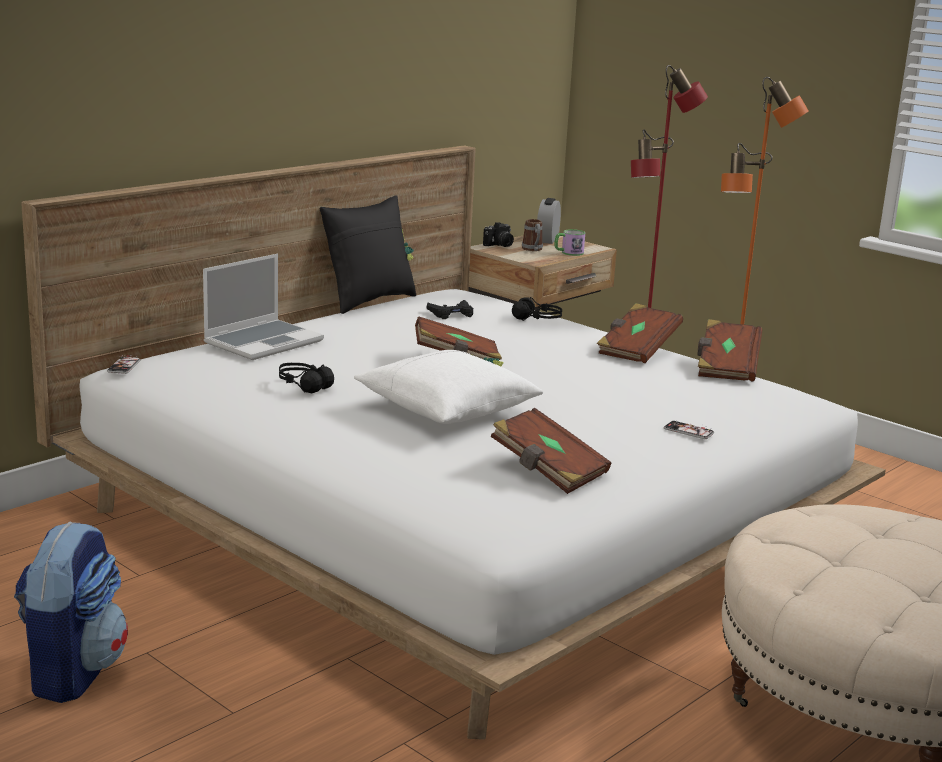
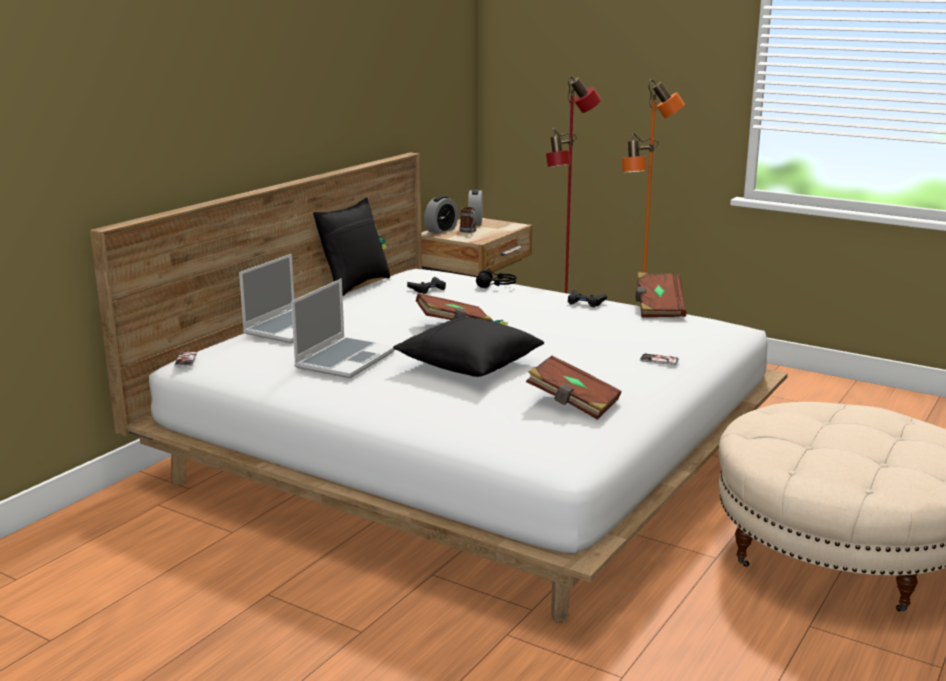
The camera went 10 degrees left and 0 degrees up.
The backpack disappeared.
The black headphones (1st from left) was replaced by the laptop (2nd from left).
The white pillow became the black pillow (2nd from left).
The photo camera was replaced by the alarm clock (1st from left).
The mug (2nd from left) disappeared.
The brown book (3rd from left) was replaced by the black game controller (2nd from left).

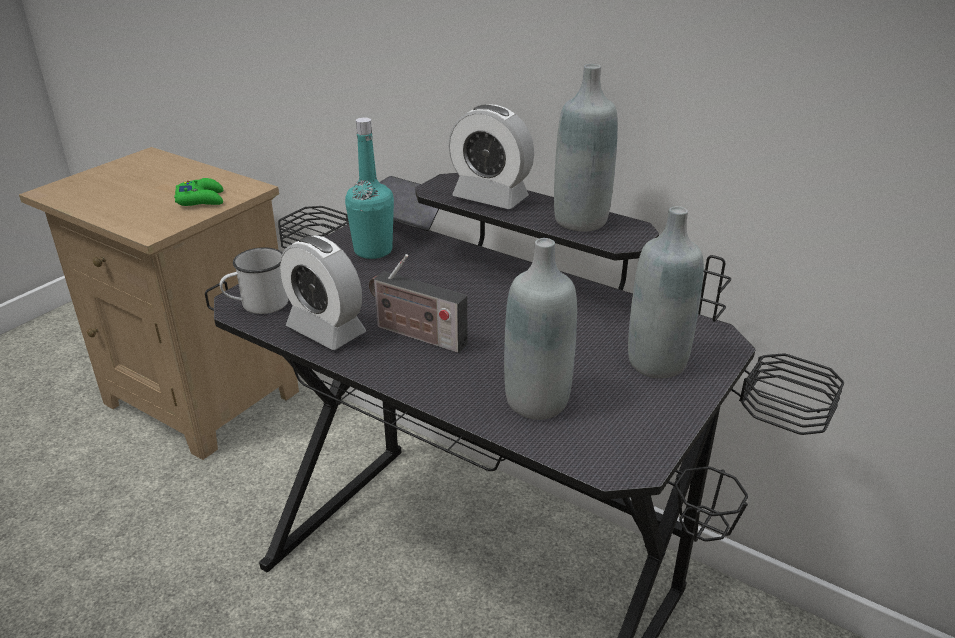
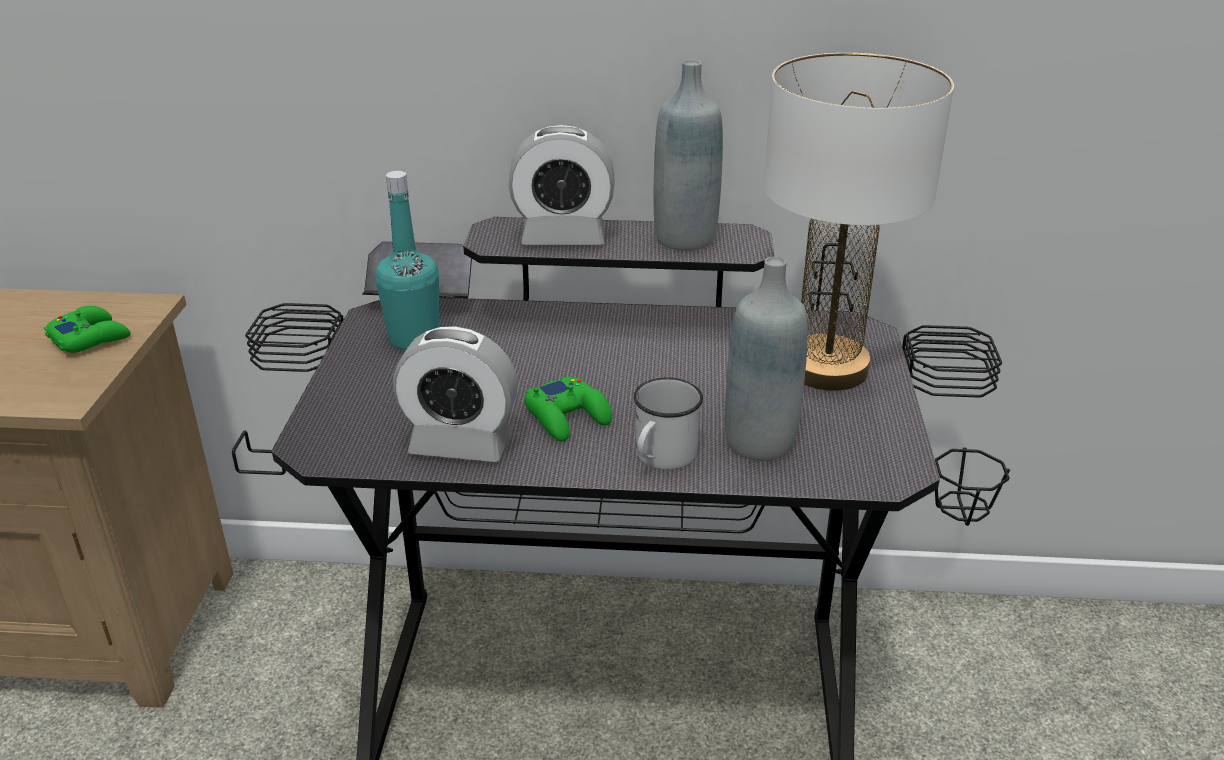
The camera went 30 degrees left and 0 degrees up.
The white mug moved.
The radio was replaced by the green game controller (2nd from left).
The grey bottle (3rd from left) was replaced by the table lamp.

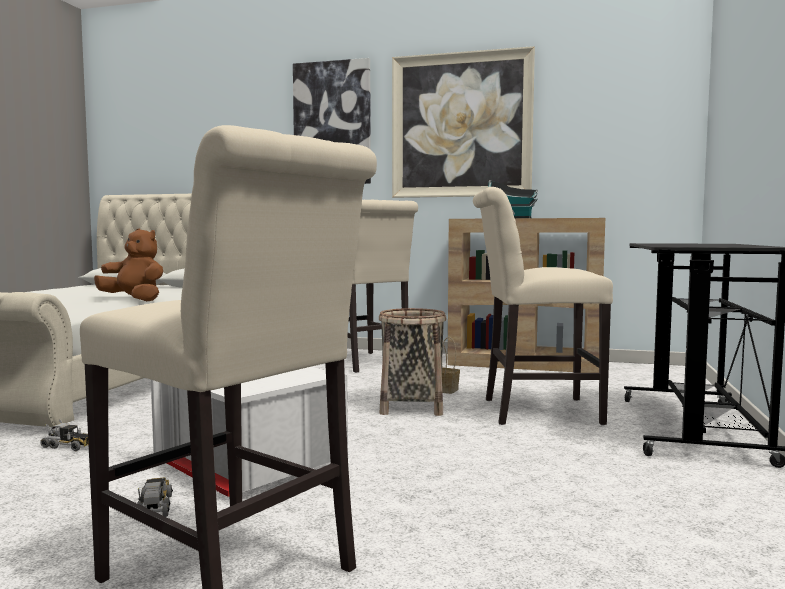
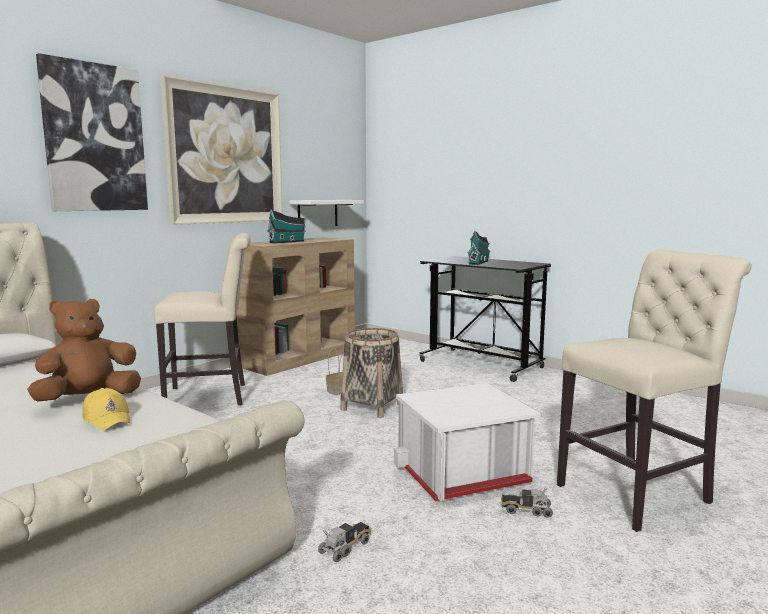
The camera went 65 degrees left and 5 degrees up.
The beige stool (3rd from left) disappeared.
The yellow cap appeared.
The white shelf appeared.
The toy house (2nd from left) appeared.

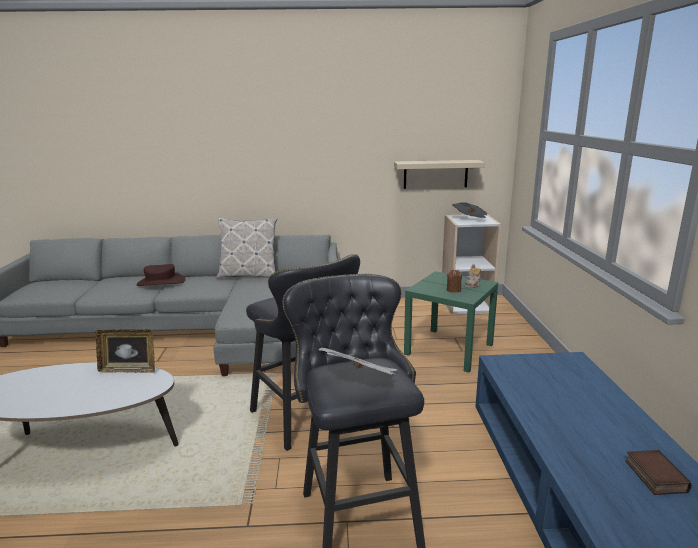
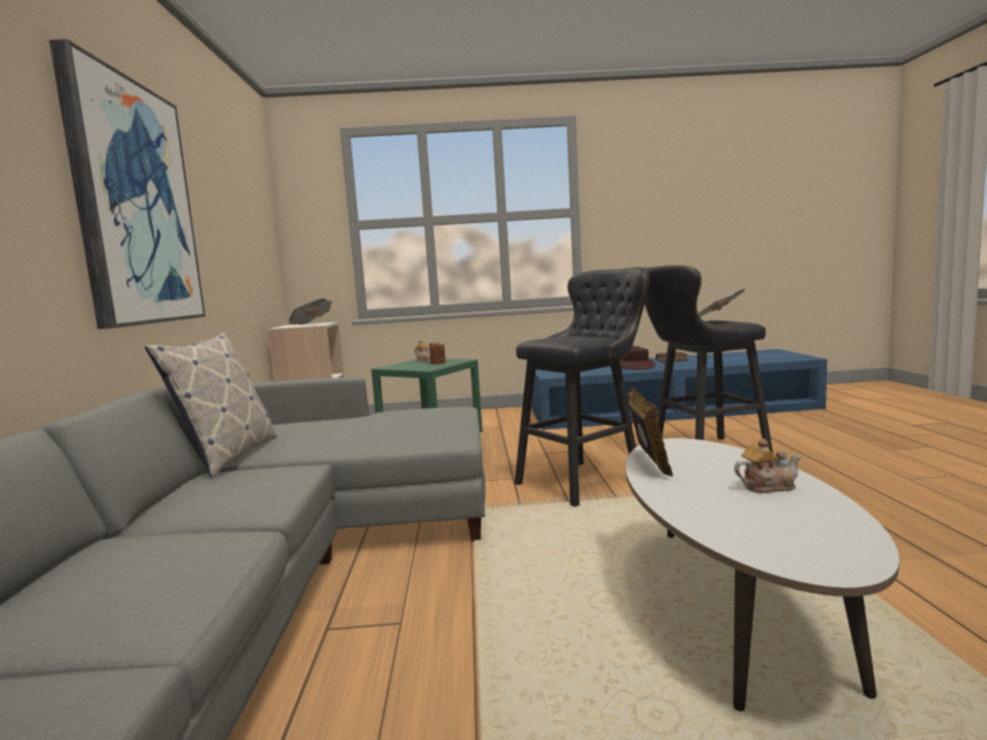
The camera went 90 degrees left and 10 degrees down.
The brown hat moved.
The beige shelf disappeared.
The picture appeared.
The teapot (2nd from left) appeared.

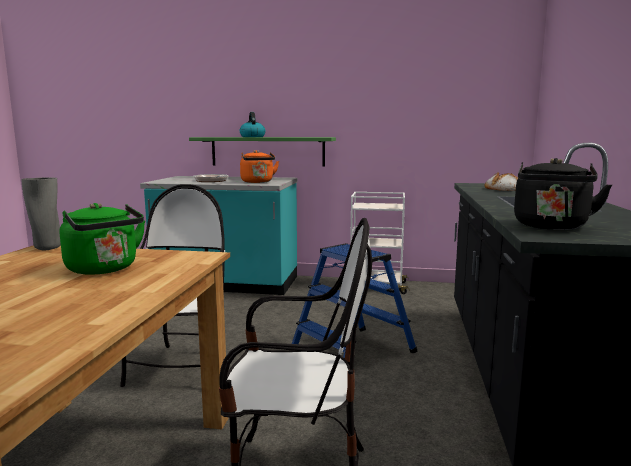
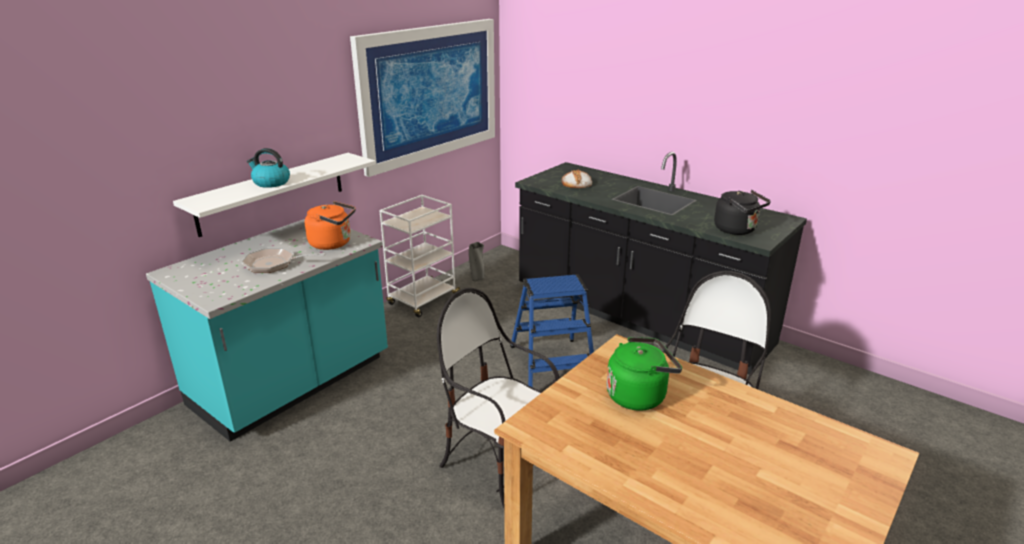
The camera went 60 degrees left and 15 degrees up.
The grey vase moved.
The green shelf became the white shelf.
The picture appeared.

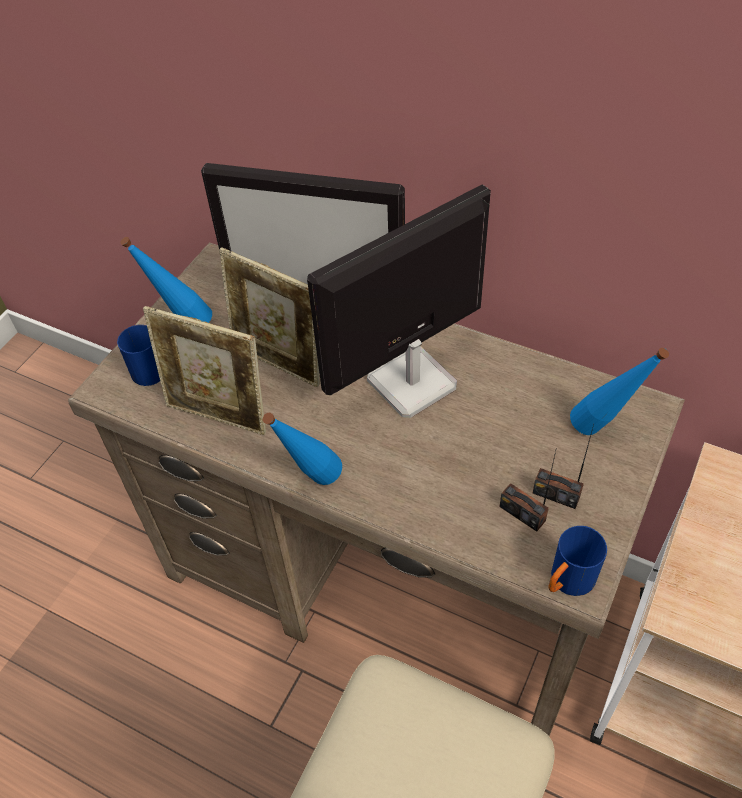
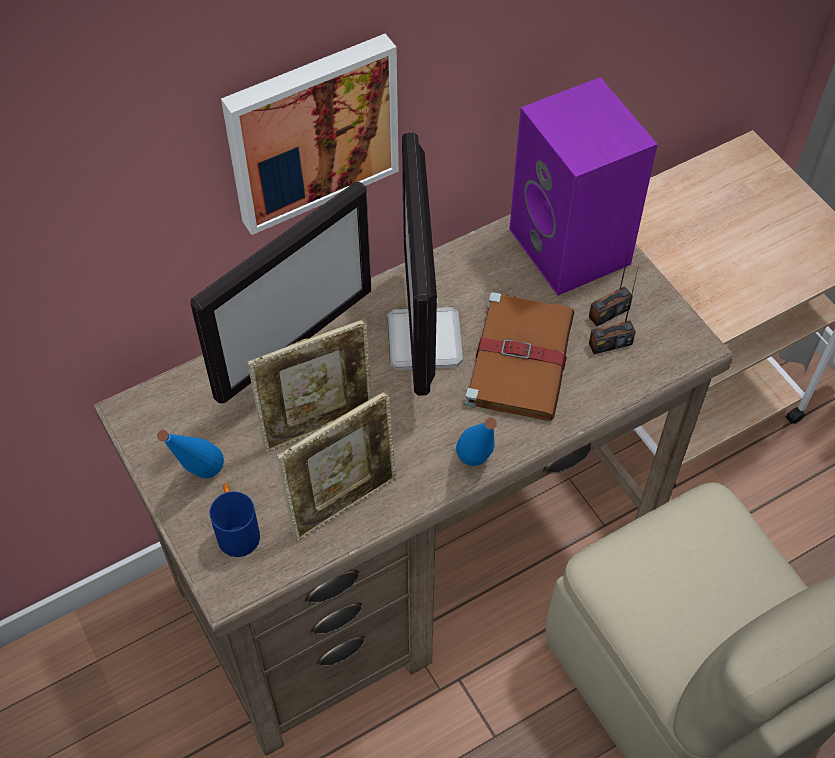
The camera went 60 degrees left and 5 degrees up.
The blue mug (2nd from left) disappeared.
The blue bottle (3rd from left) was replaced by the purple speaker.
The picture appeared.
The brown book appeared.

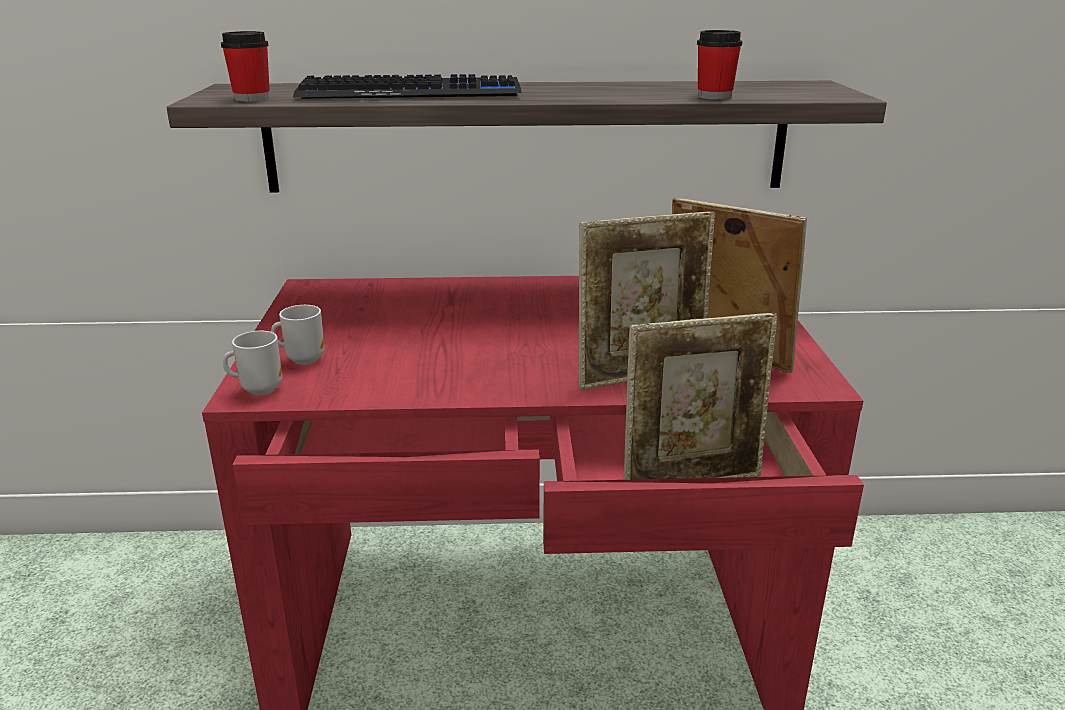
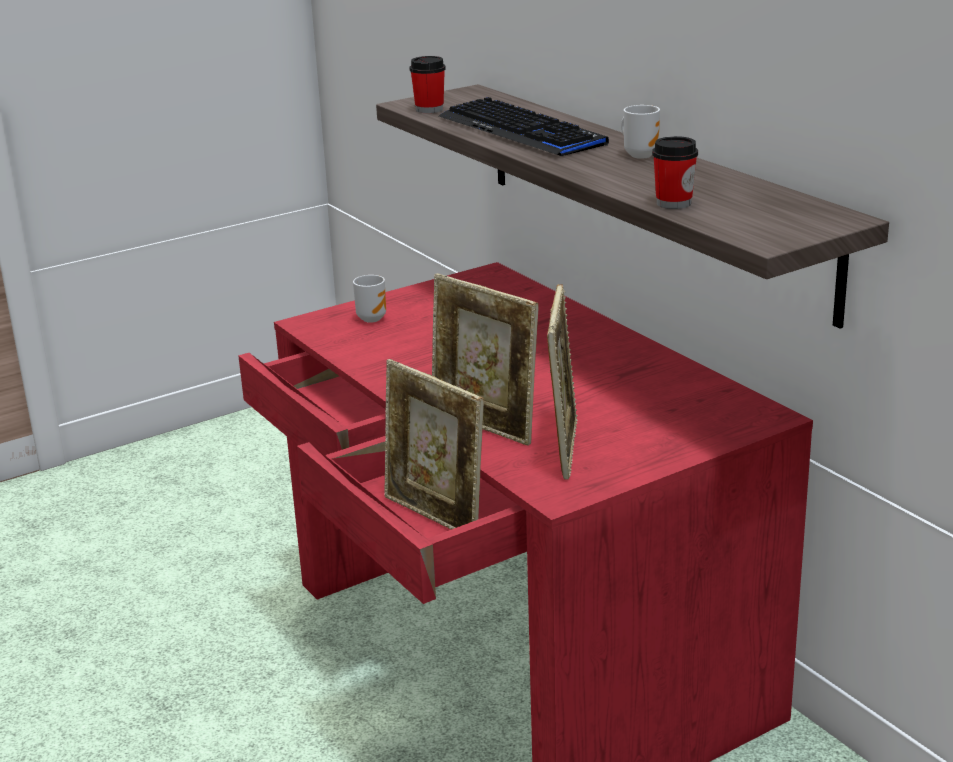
The camera went 60 degrees right and 0 degrees up.
The mug (1st from left in the first image) moved.

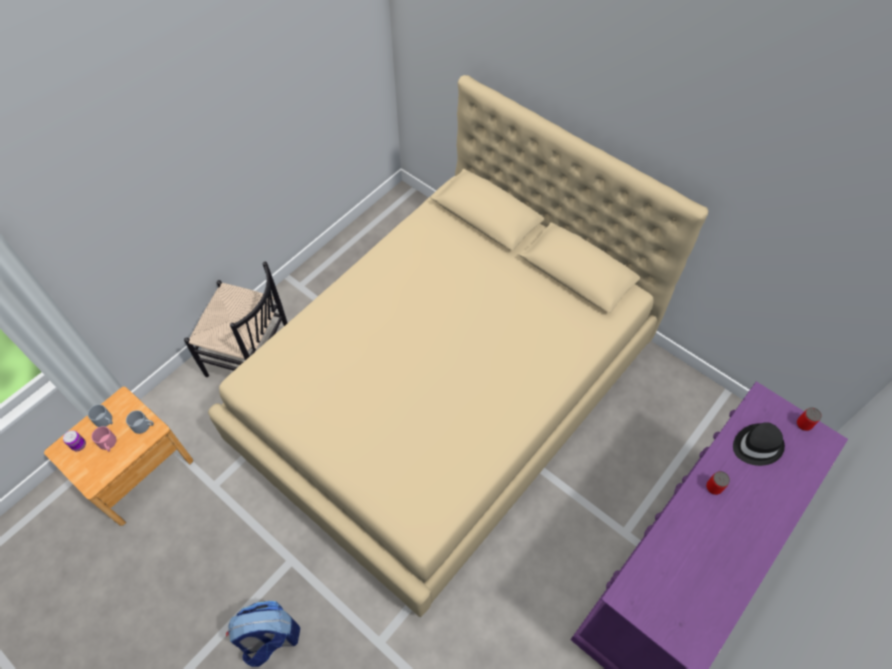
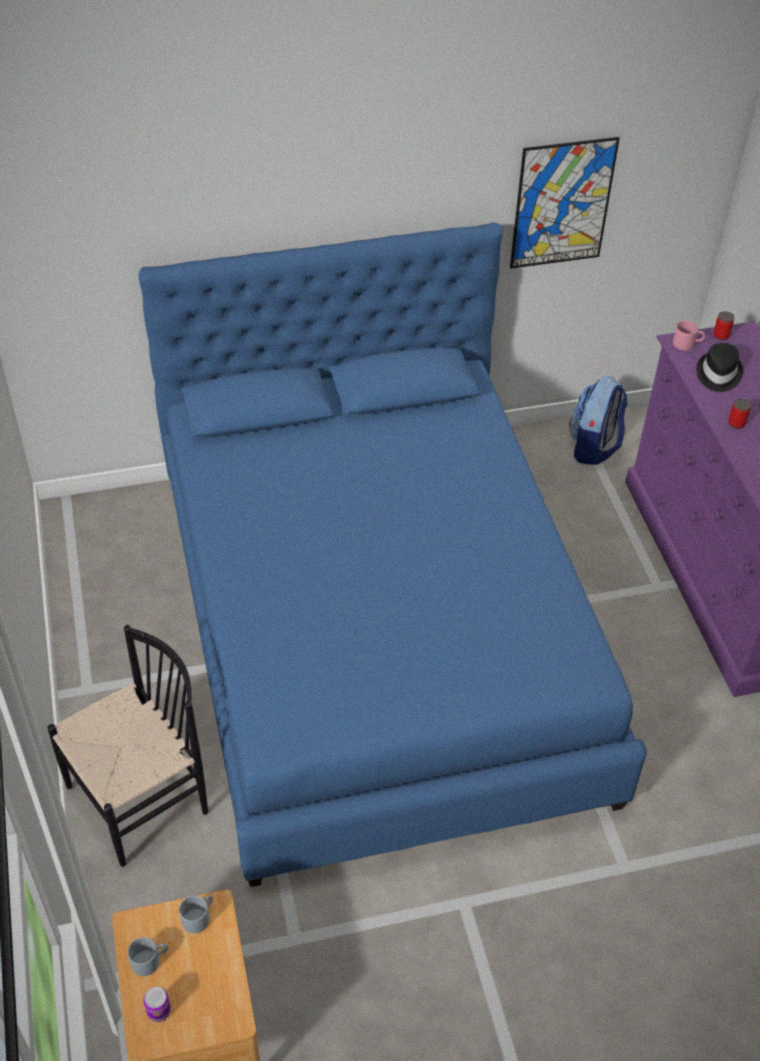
The camera went 55 degrees left and 10 degrees down.
The pink mug moved.
The beige bed became the blue bed.
The backpack moved.
The picture appeared.

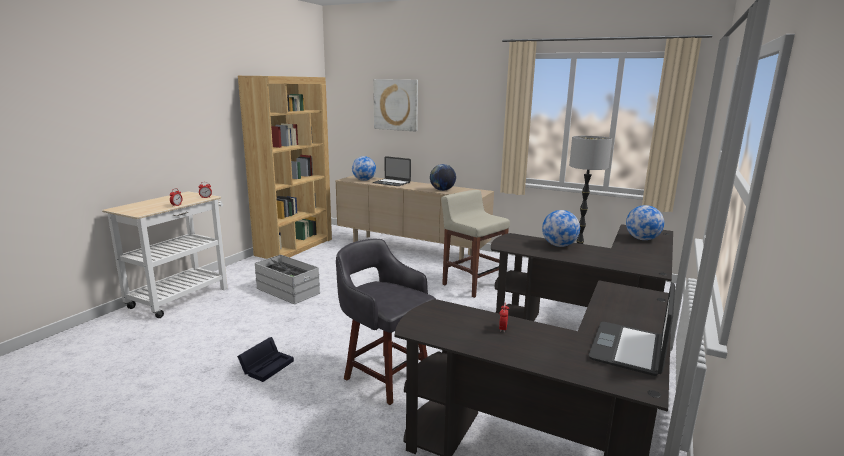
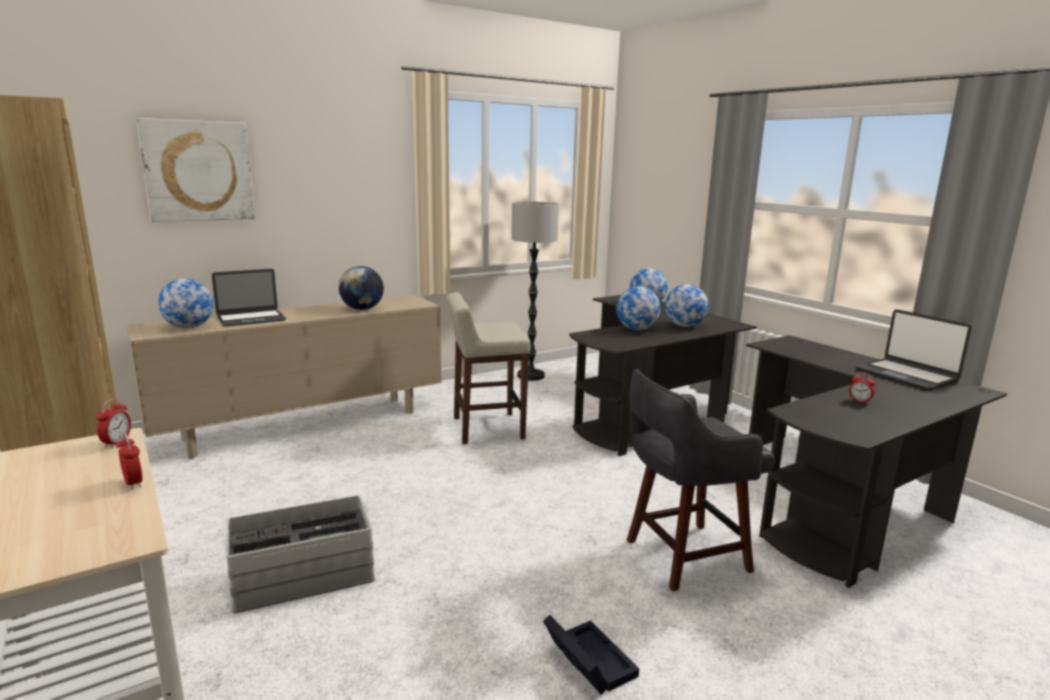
The camera went 60 degrees left and 0 degrees up.
The globe (5th from left) appeared.

